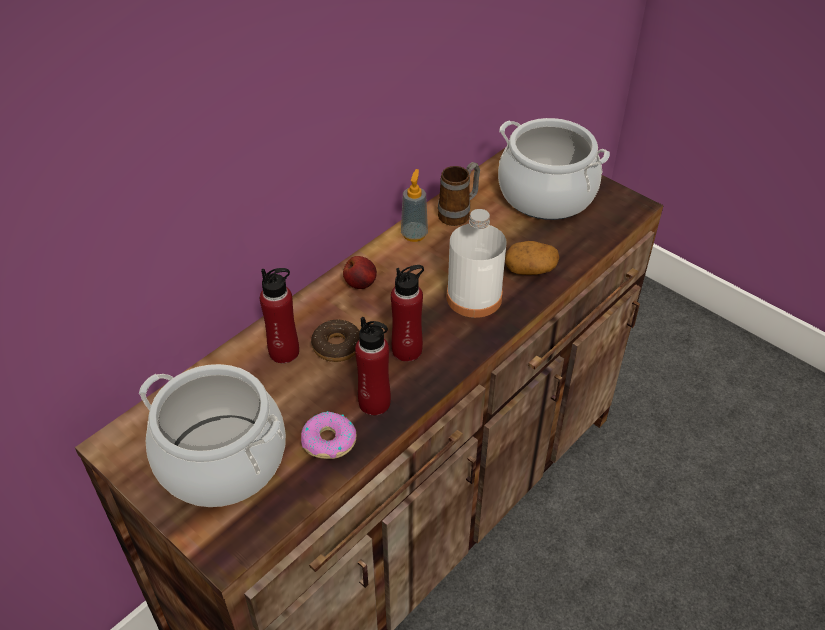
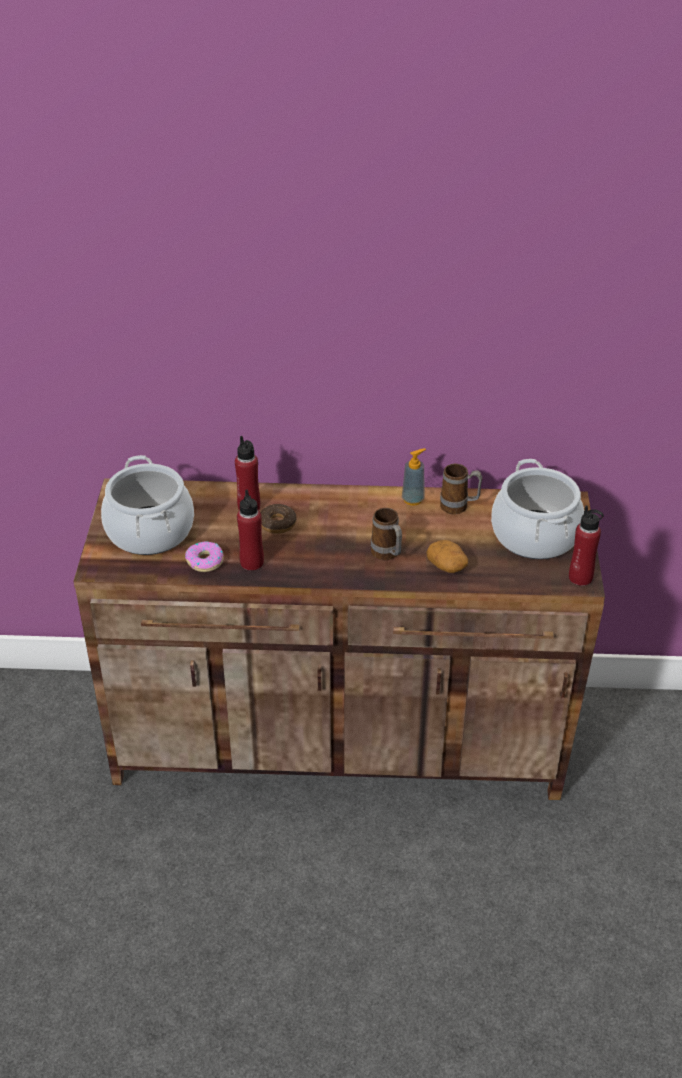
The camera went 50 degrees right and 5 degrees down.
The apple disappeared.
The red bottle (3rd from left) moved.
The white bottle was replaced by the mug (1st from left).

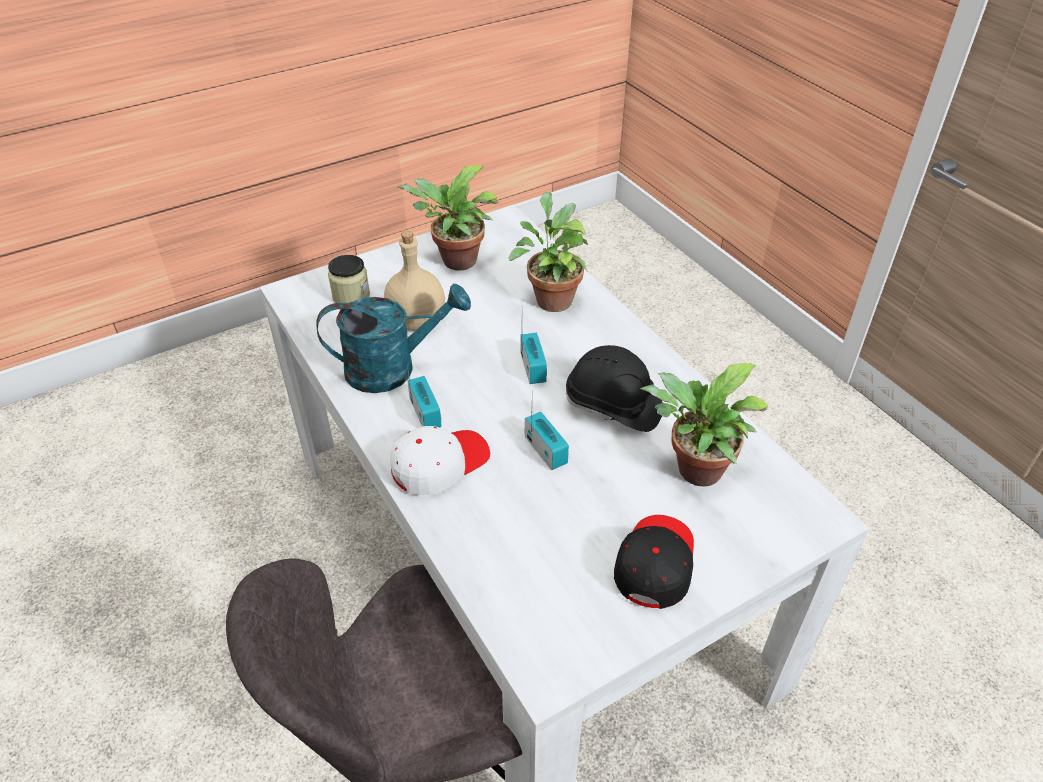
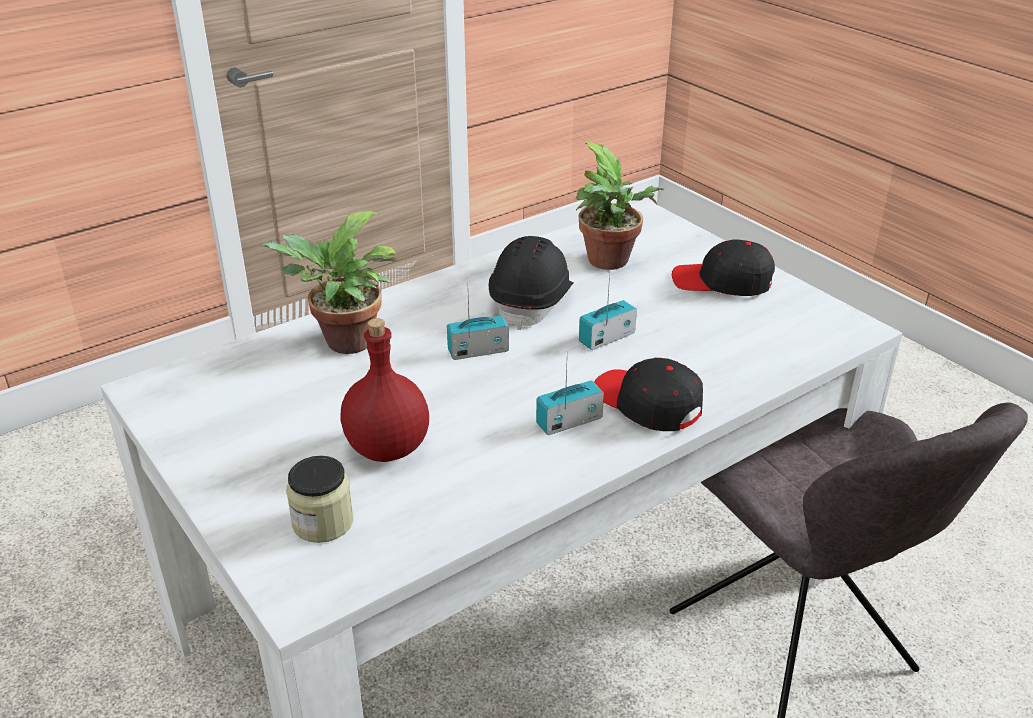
The camera went 95 degrees left and 10 degrees down.
The turquoise watering can disappeared.
The beige bottle became the red bottle.
The white cap became the black cap (1st from left).
The potted plant (1st from left) disappeared.

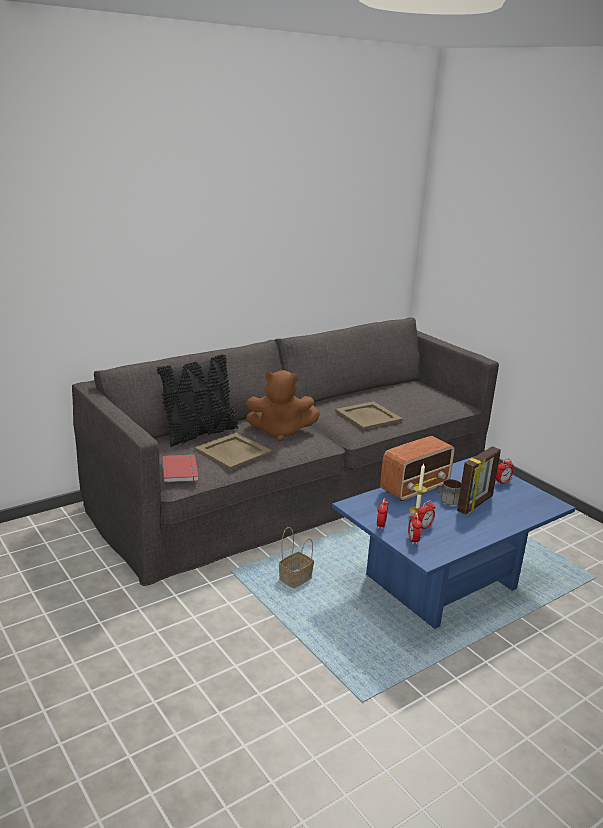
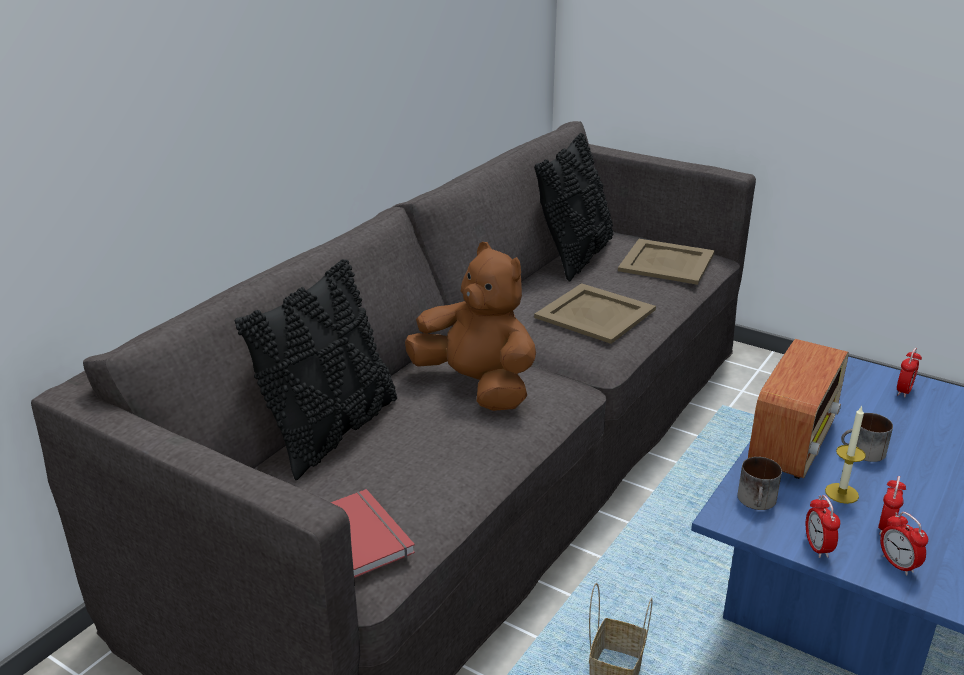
The camera went 20 degrees left and 5 degrees up.
The beige tray (1st from left in the first image) moved.
The brown plush toy turned 120 degrees counterclockwise.
The picture frame disappeared.
The black pillow (2nd from left) appeared.
The mug (1st from left) appeared.

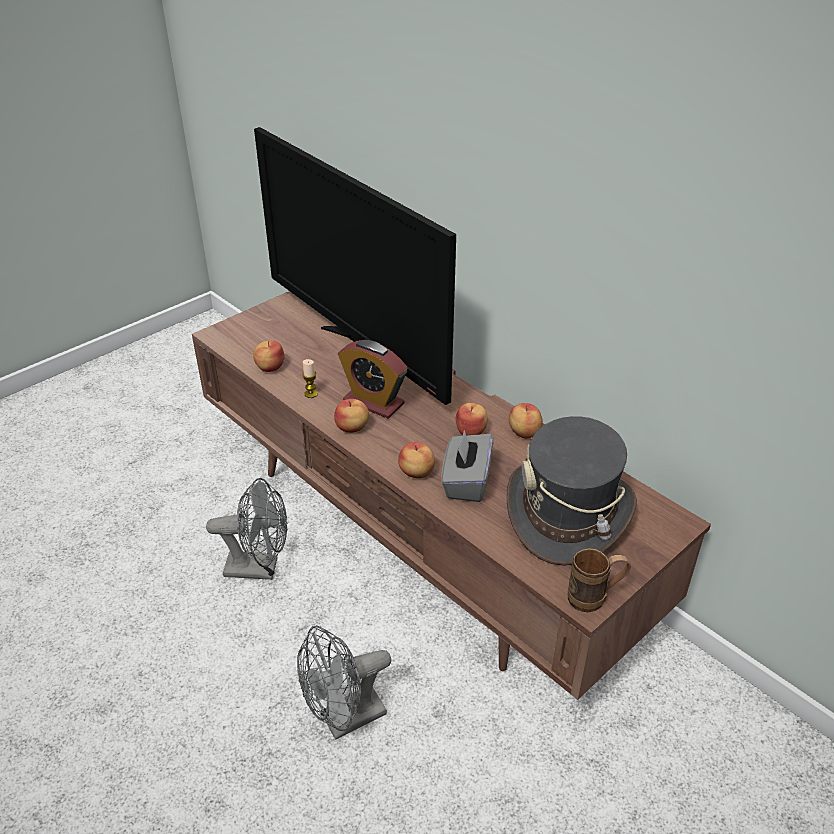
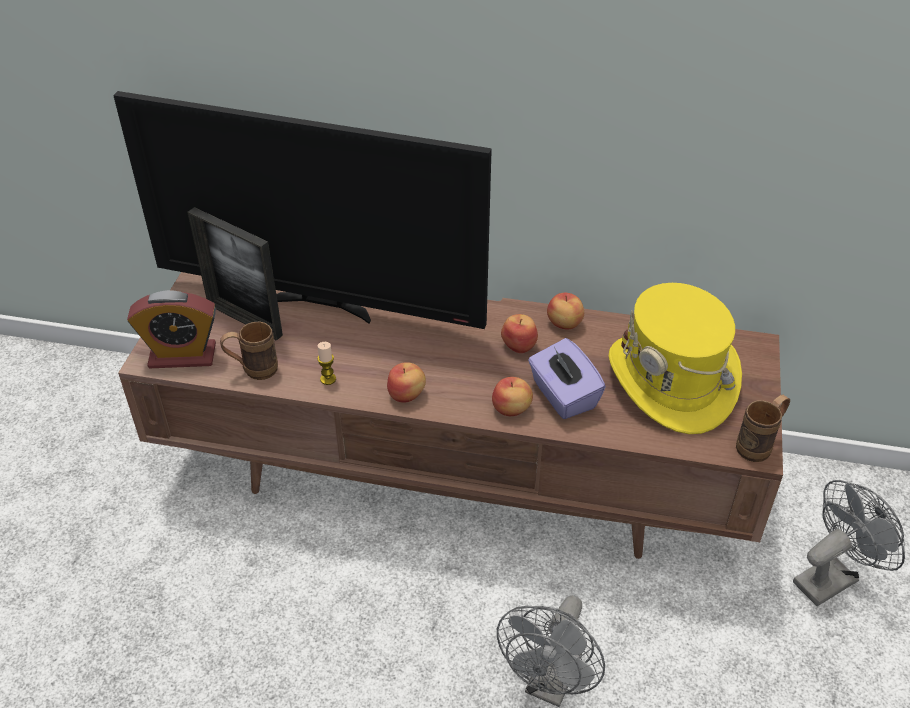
The camera went 35 degrees left and 5 degrees up.
The grey fan (1st from left in the first image) moved.
The apple (1st from left) was replaced by the brown mug (1st from left).
The alarm clock moved.
The grey tissue box became the purple tissue box.
The grey hat became the yellow hat.
The picture frame appeared.

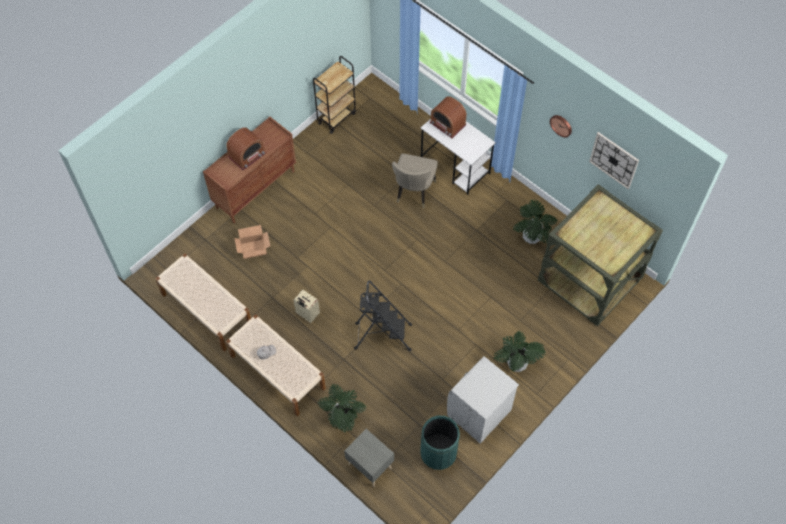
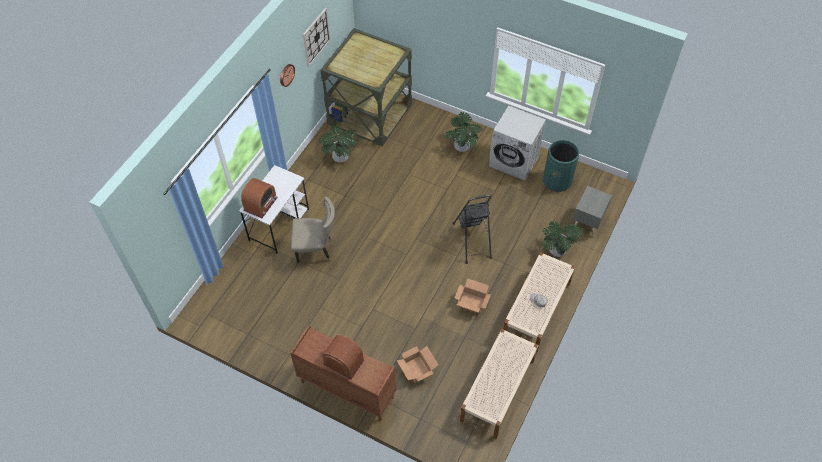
The camera went 105 degrees left and 5 degrees down.
The beige suitcase was replaced by the cardboard box (2nd from left).
The brown cart disappeared.

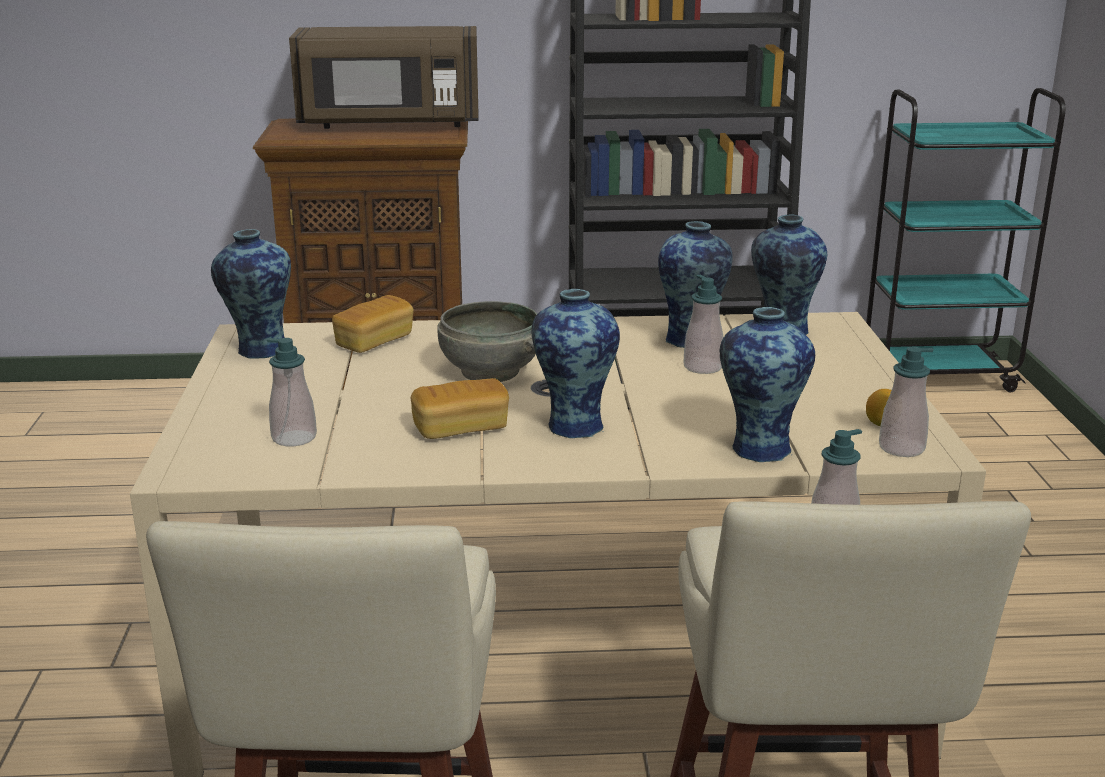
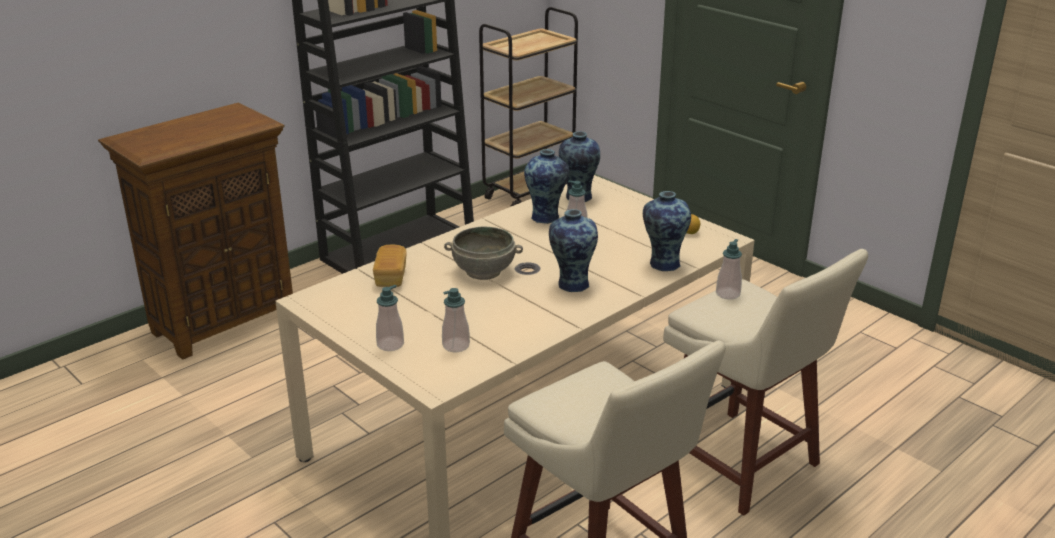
The camera went 40 degrees left and 5 degrees up.
The vase (1st from left) disappeared.
The brown microwave disappeared.
The bread (2nd from left) disappeared.
The turquoise cart became the brown cart.
The soap dispenser (4th from left in the first image) moved.

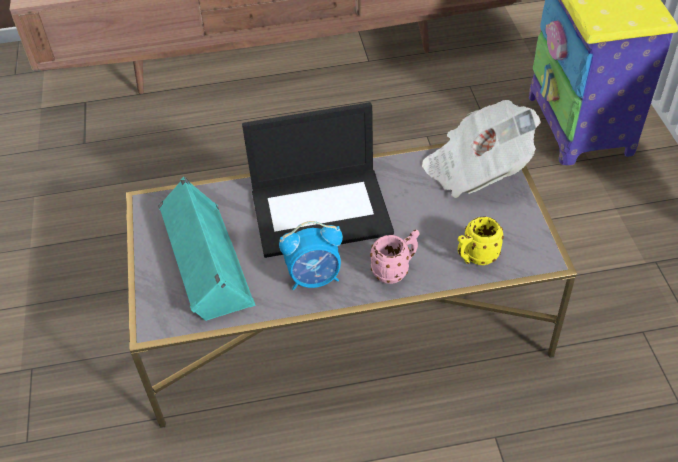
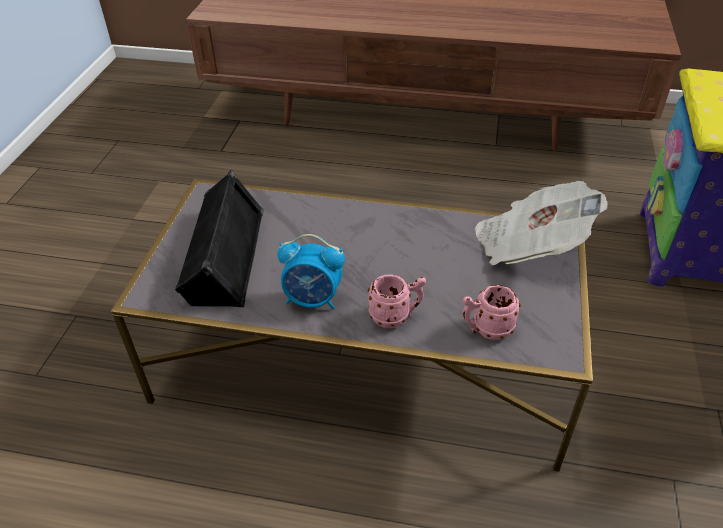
The camera went 20 degrees right and 5 degrees down.
The turquoise speaker became the black speaker.
The laptop disappeared.
The yellow mug became the pink mug (2nd from left).

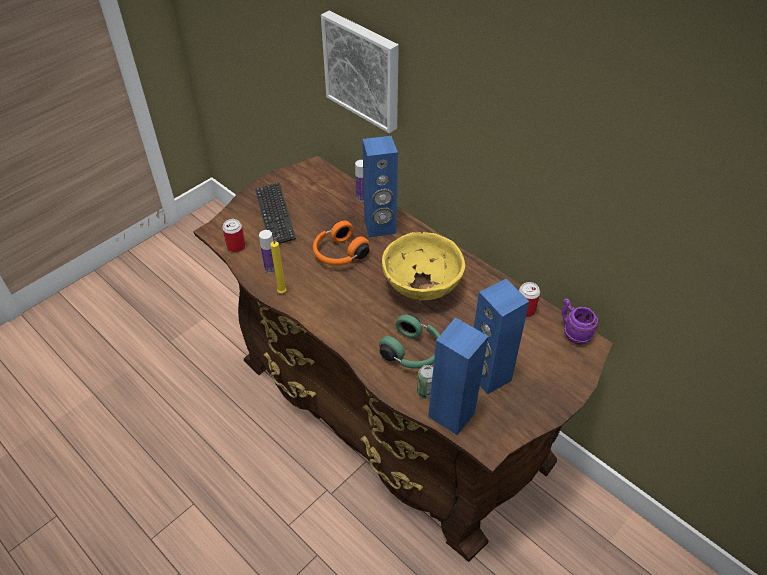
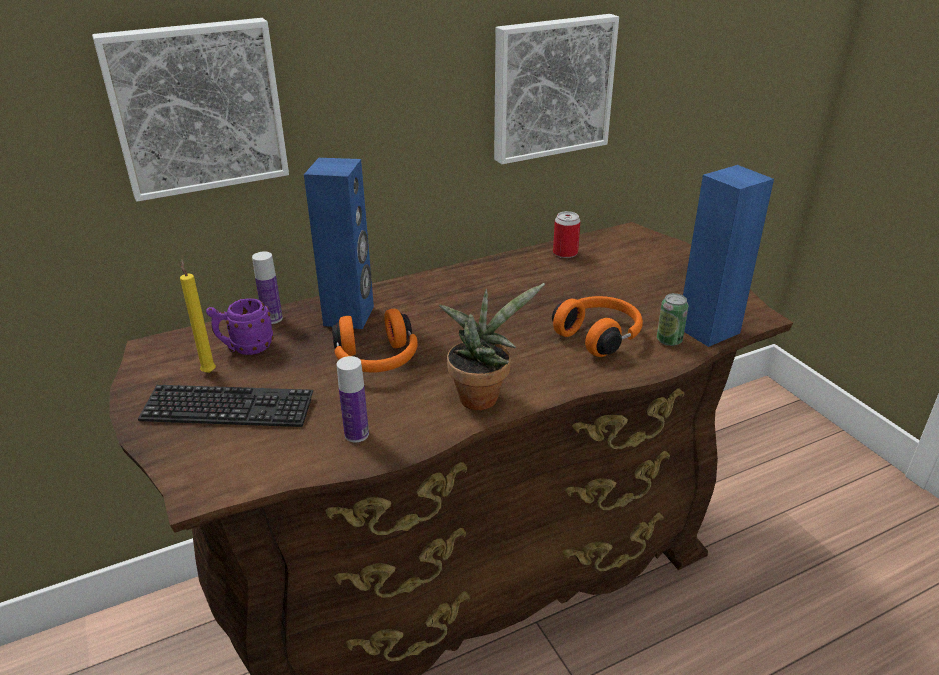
The camera went 70 degrees left and 15 degrees down.
The can (1st from left) disappeared.
The yellow candle moved.
The green headphones became the orange headphones (2nd from left).
The yellow bowl disappeared.
The blue speaker (3rd from left) disappeared.
The purple mug moved.
The potted plant appeared.
The picture (2nd from left) appeared.

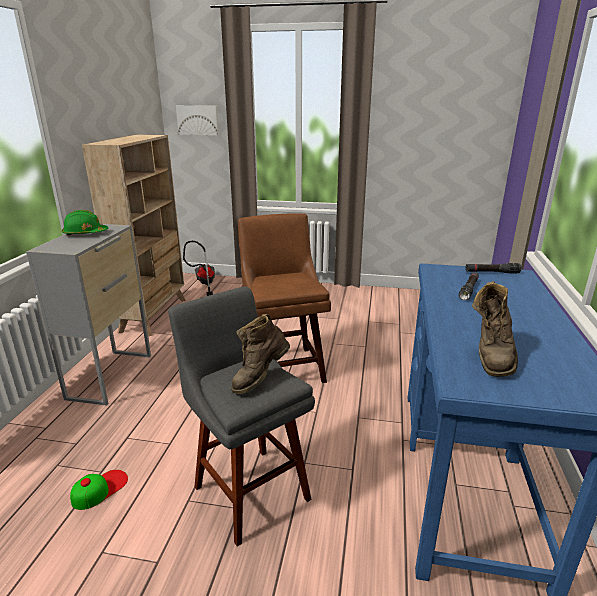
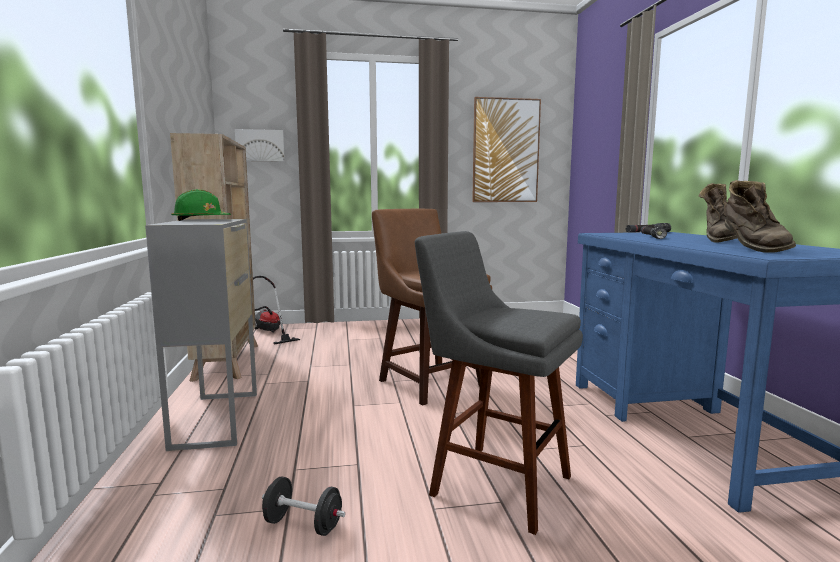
The camera went 20 degrees left and 15 degrees down.
The cap was replaced by the black dumbbell.
The brown boot (1st from left) moved.
The picture (2nd from left) appeared.

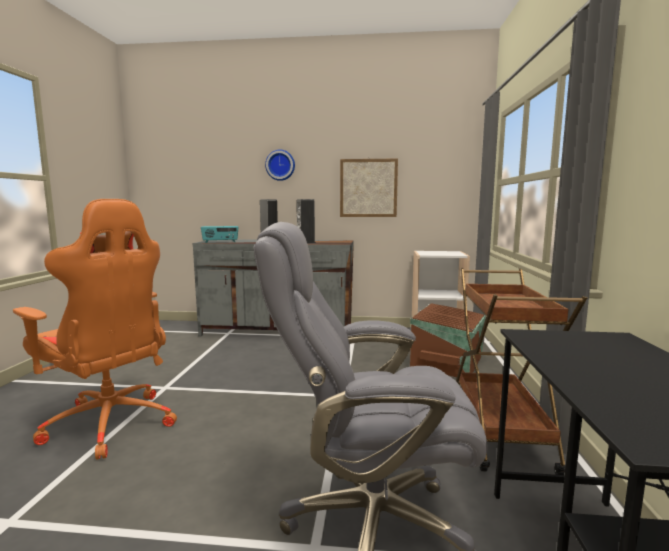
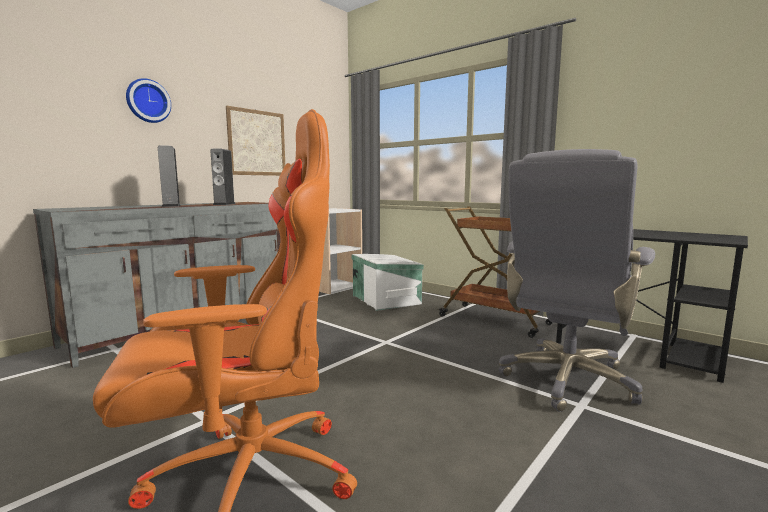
The camera went 55 degrees left and 0 degrees up.
The radio disappeared.
The brown storage box became the white storage box.

